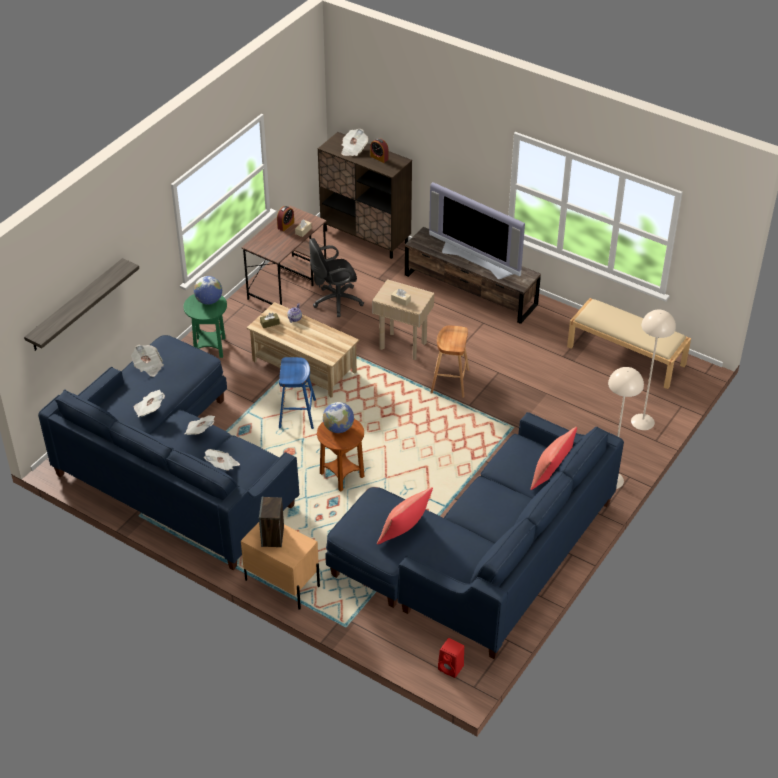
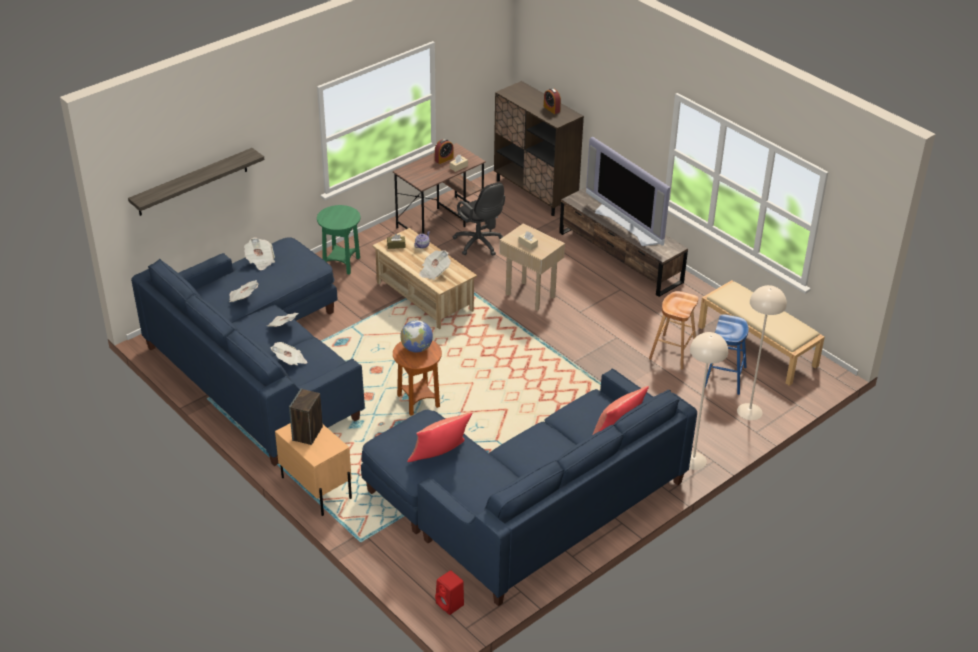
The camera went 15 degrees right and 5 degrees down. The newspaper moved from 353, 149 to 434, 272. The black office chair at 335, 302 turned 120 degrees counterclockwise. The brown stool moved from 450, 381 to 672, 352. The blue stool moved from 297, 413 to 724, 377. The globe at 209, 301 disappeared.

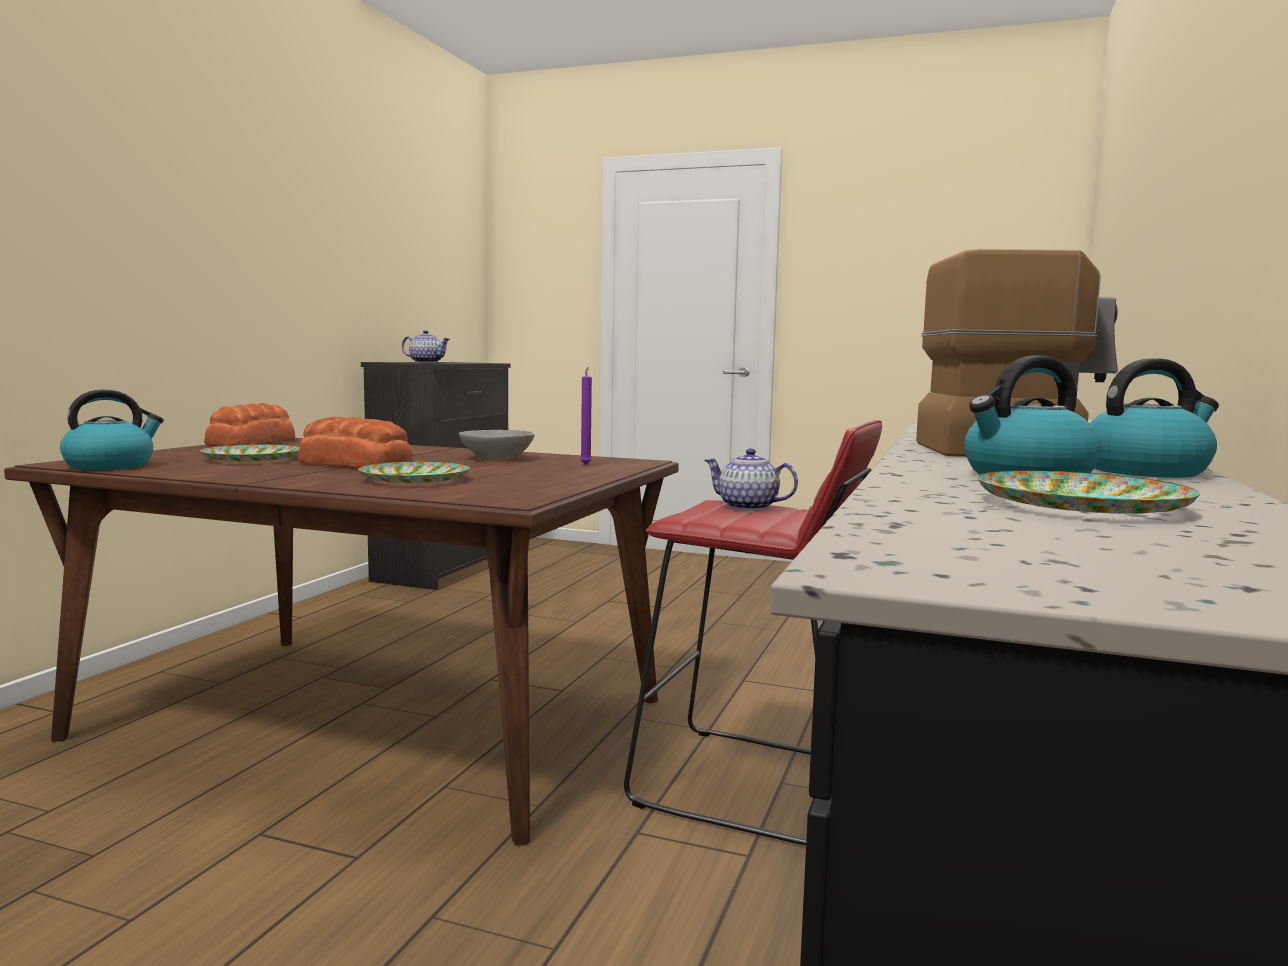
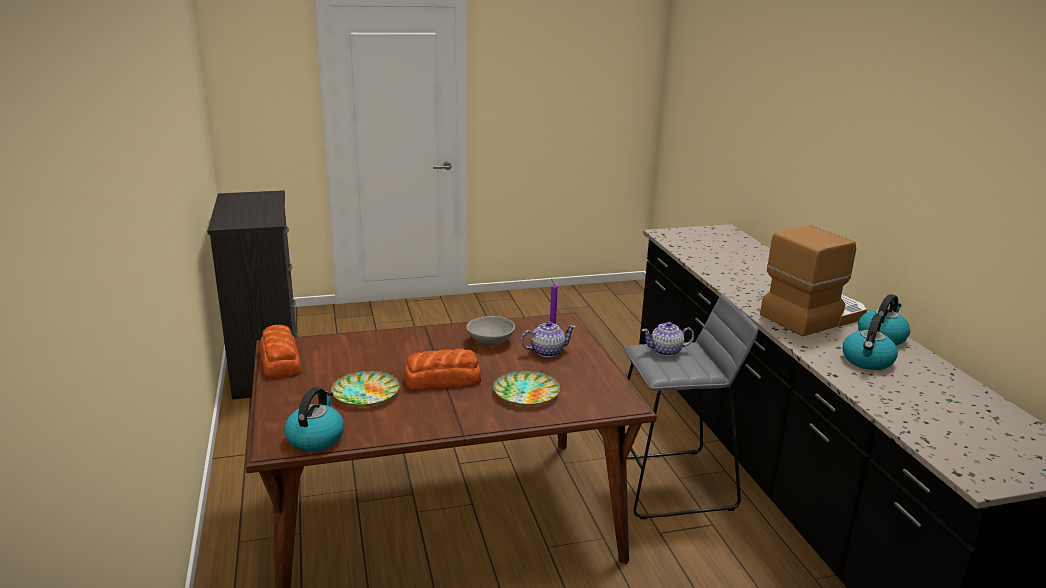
The camera went 35 degrees left and 15 degrees up. The teapot moved from 426, 362 to 547, 352. The red stool at 755, 785 became the grey stool at 671, 484. The plate at 1079, 504 disappeared.

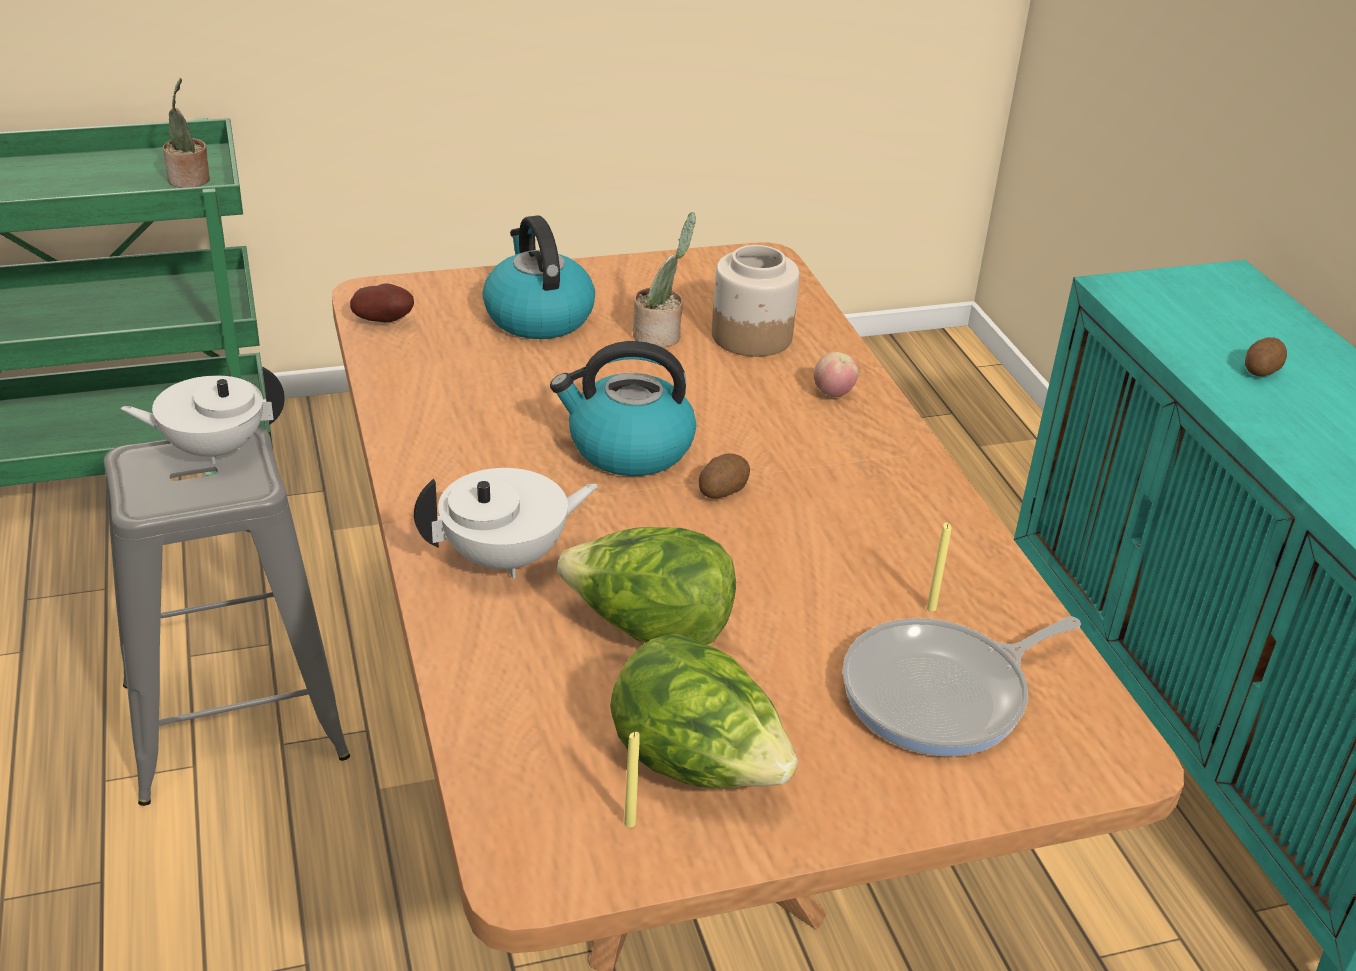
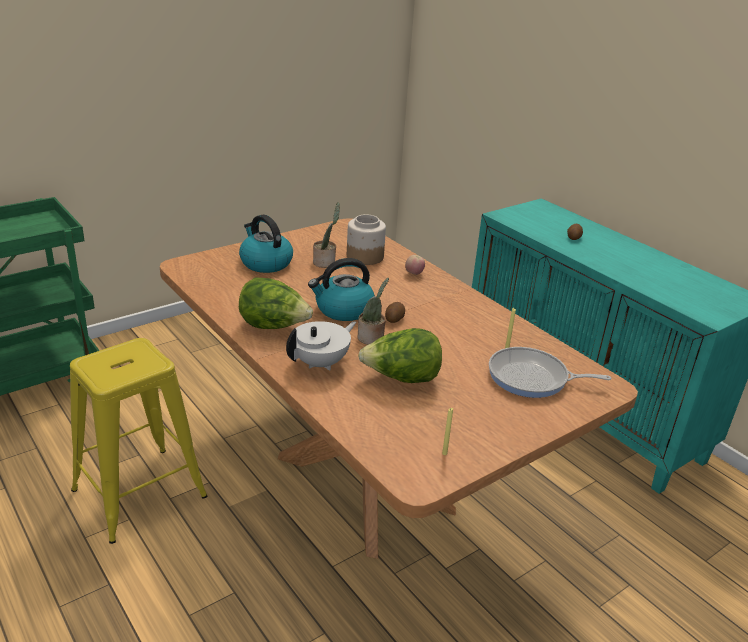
The camera went 20 degrees left and 5 degrees down. The grey stool at 234, 720 became the yellow stool at 139, 493. The lettuce moved from 697, 766 to 274, 326. The potted plant moved from 189, 181 to 372, 339. The frying pan at 943, 694 turned 60 degrees clockwise. The white teapot at 213, 449 disappeared. The potato at 385, 320 disappeared.

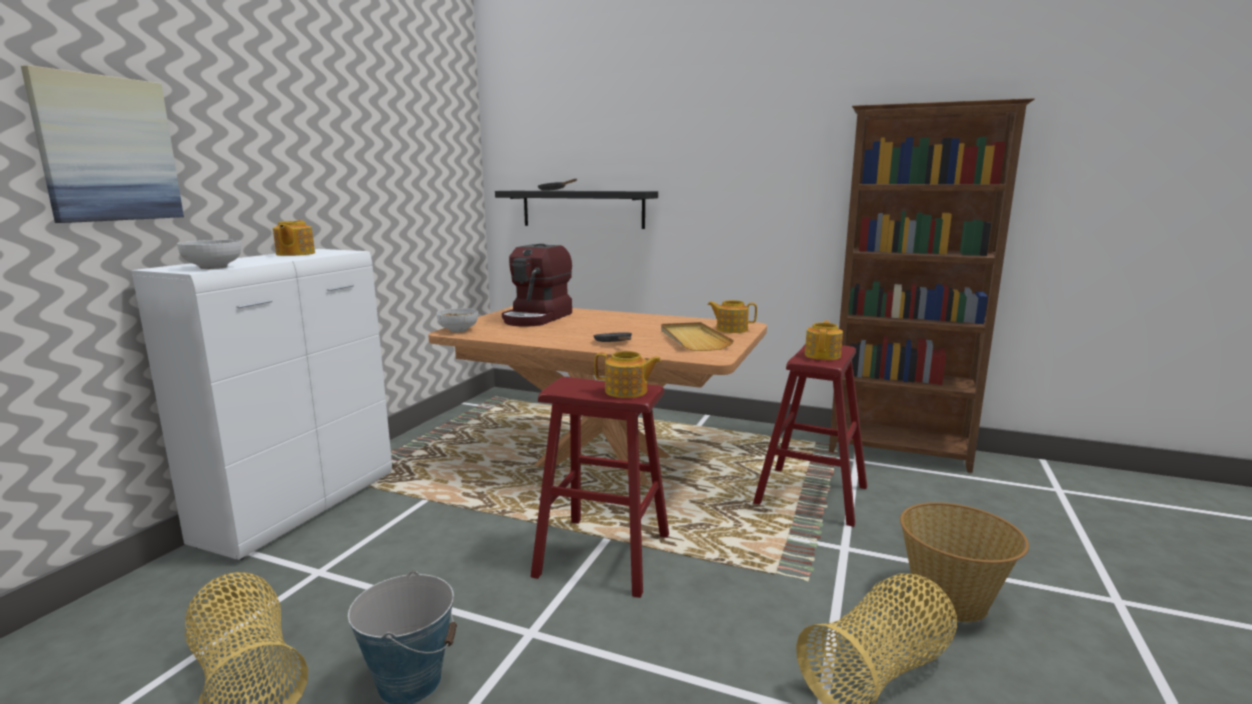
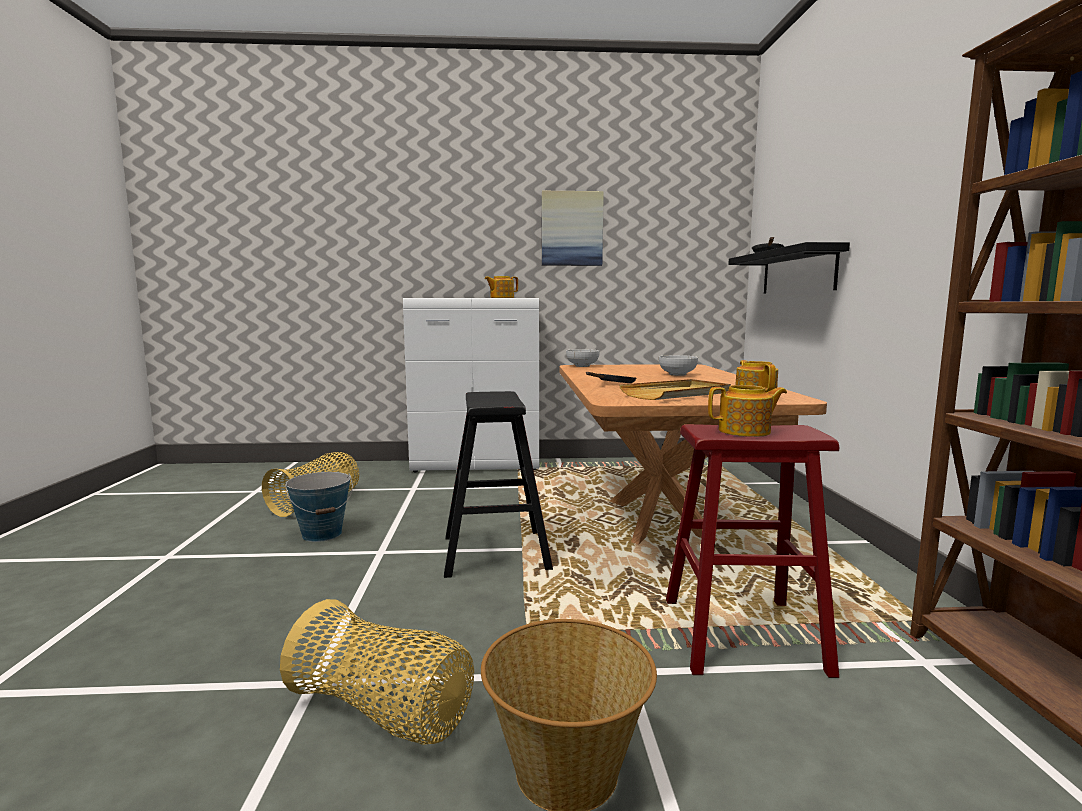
The camera went 65 degrees right and 5 degrees down. The red stool at 603, 555 became the black stool at 495, 552. The picture moved from 107, 149 to 572, 229. The bowl moved from 213, 267 to 677, 374. The coffee machine at 537, 318 disappeared. The teapot at 627, 391 disappeared.

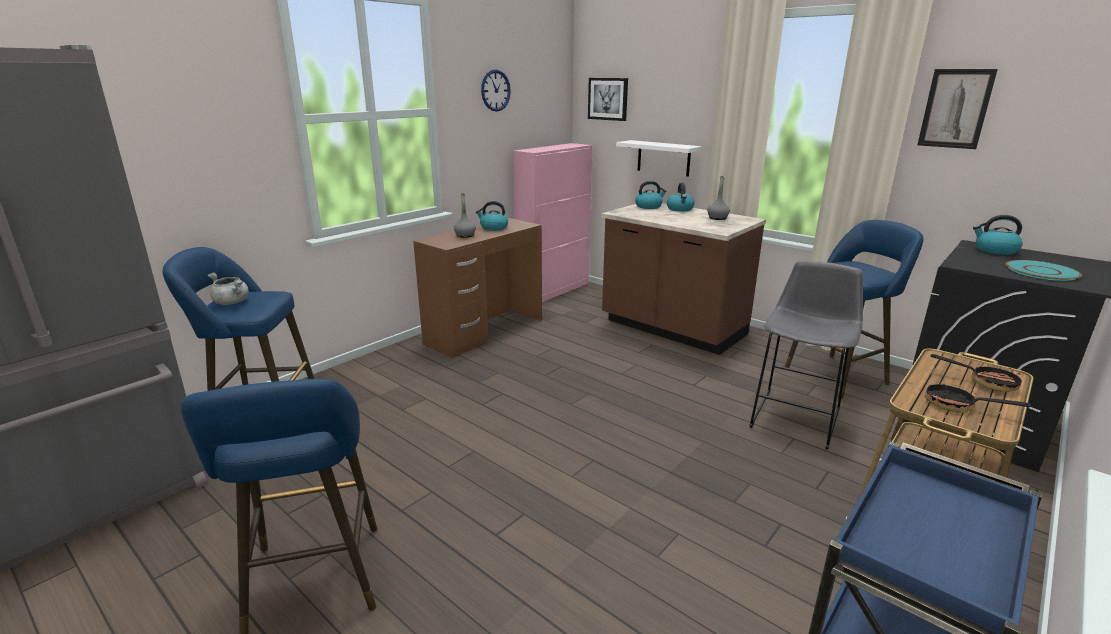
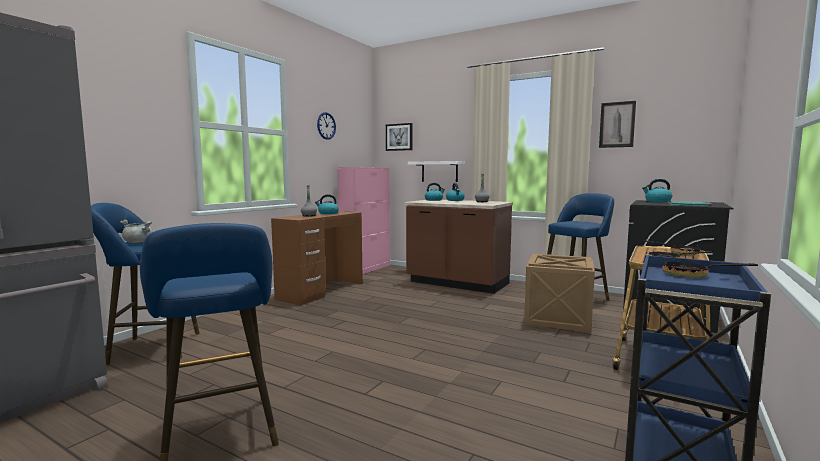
The camera went 10 degrees left and 15 degrees down. The grey stool at 797, 416 was replaced by the crate at 557, 318. The frying pan at 693, 275 appeared.

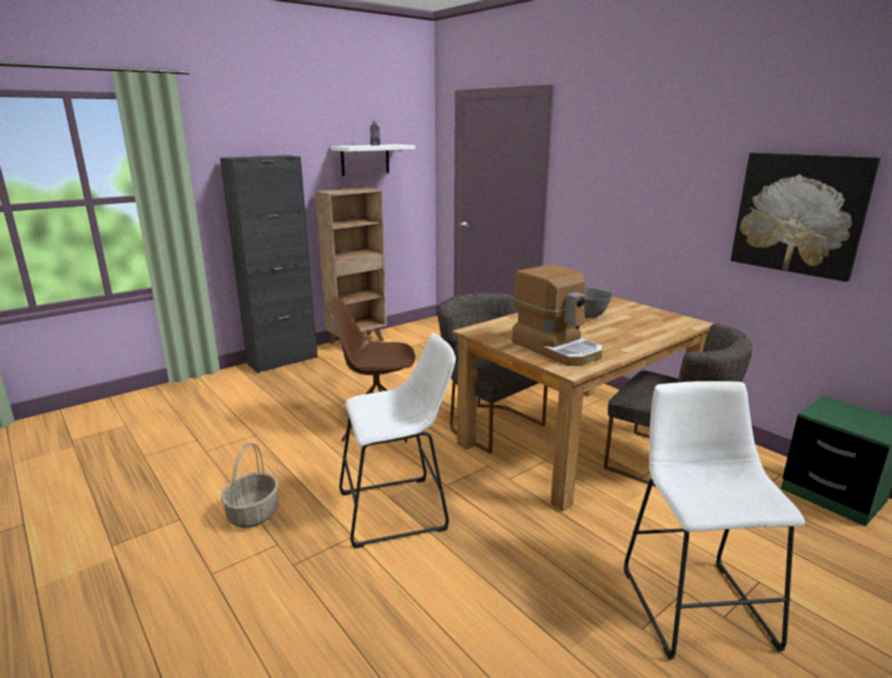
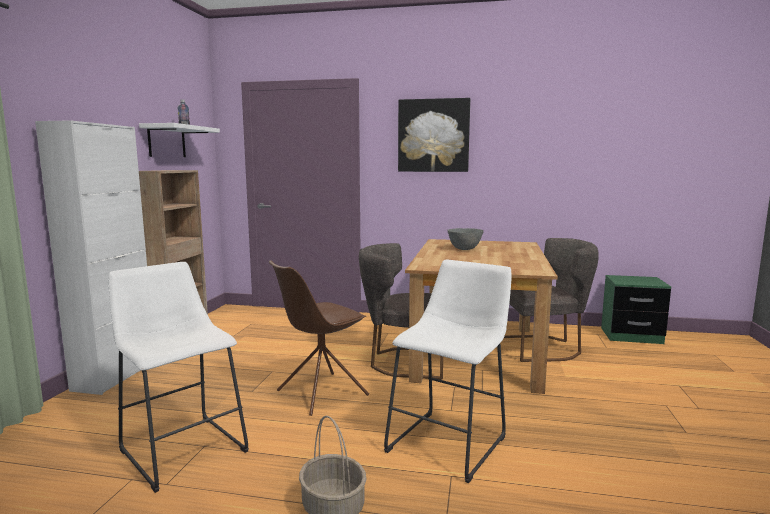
The camera went 40 degrees left and 10 degrees down. The black cabinet at 282, 361 became the white cabinet at 115, 376. The white stool moved from 693, 600 to 181, 447. The picture moved from 799, 214 to 433, 135. The coffee machine at 557, 348 disappeared.

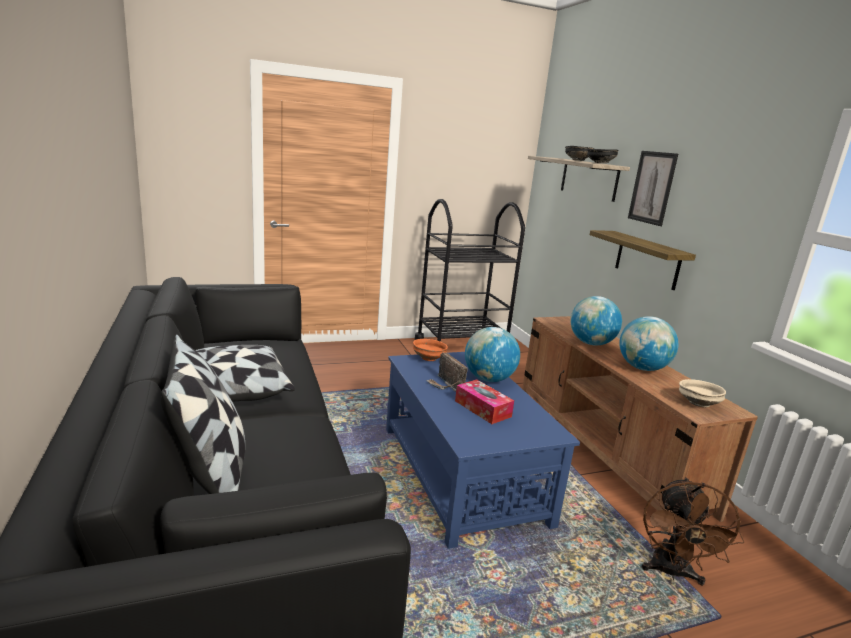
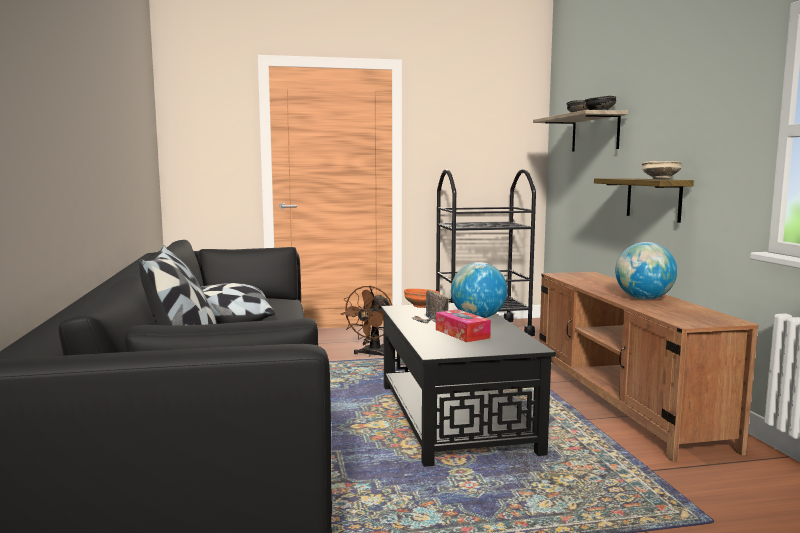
The camera went 10 degrees right and 10 degrees down. The brown fan moved from 671, 573 to 372, 355. The blue coffee table at 461, 473 became the black coffee table at 454, 417. The beige bowl moved from 697, 403 to 660, 179. The globe at 591, 343 disappeared. The picture at 652, 187 disappeared.

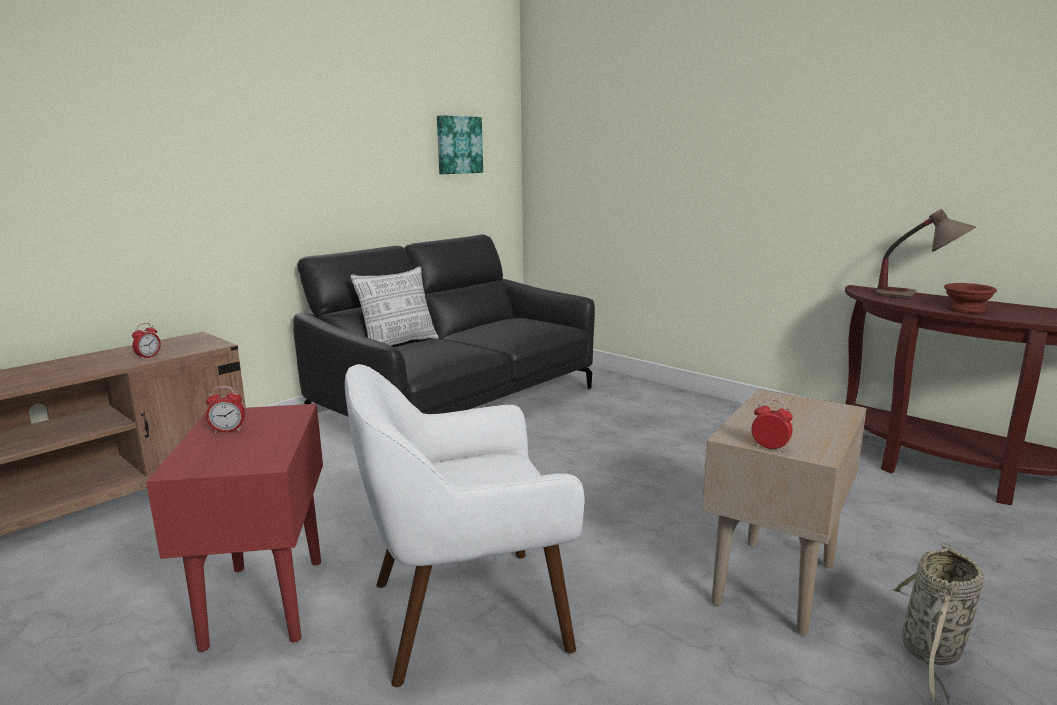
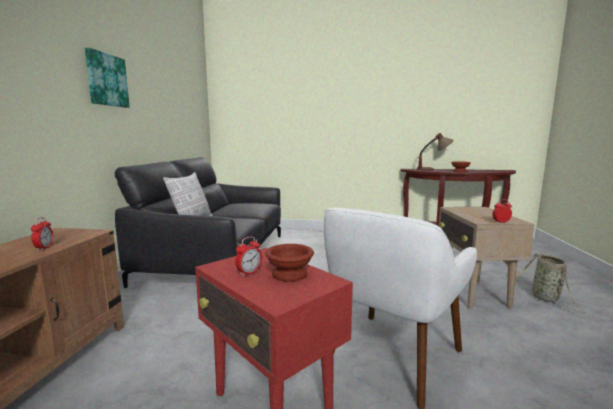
The camera went 35 degrees left and 5 degrees down. The picture moved from 458, 145 to 106, 80. The brown bowl at 289, 275 appeared.

